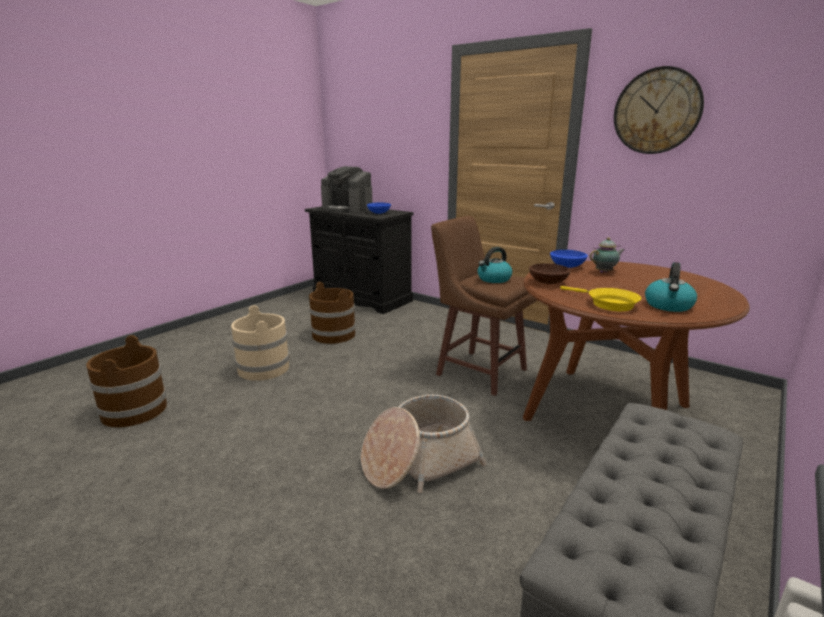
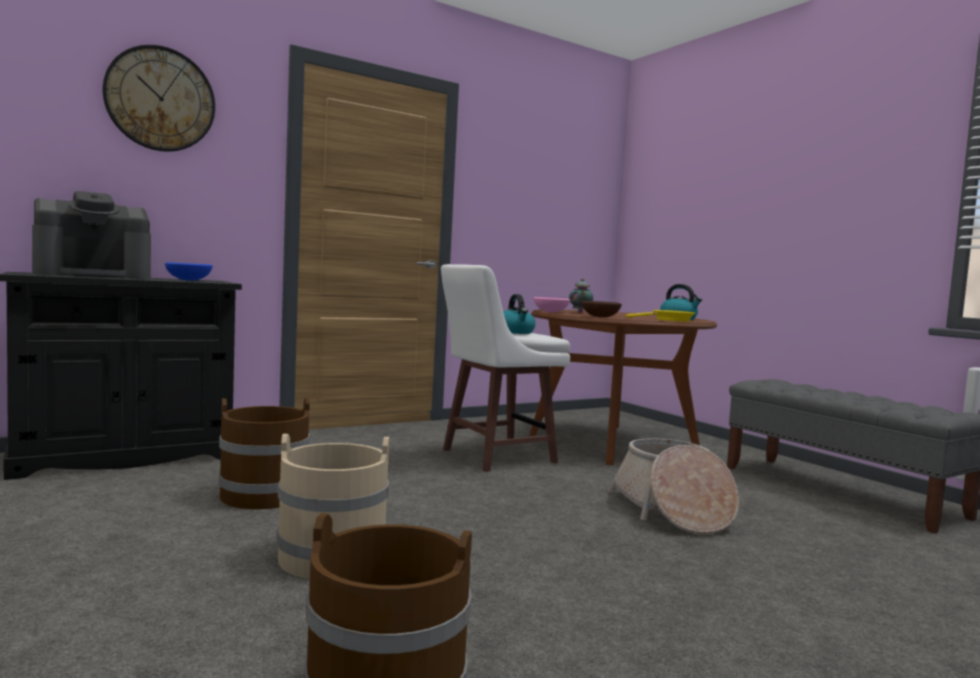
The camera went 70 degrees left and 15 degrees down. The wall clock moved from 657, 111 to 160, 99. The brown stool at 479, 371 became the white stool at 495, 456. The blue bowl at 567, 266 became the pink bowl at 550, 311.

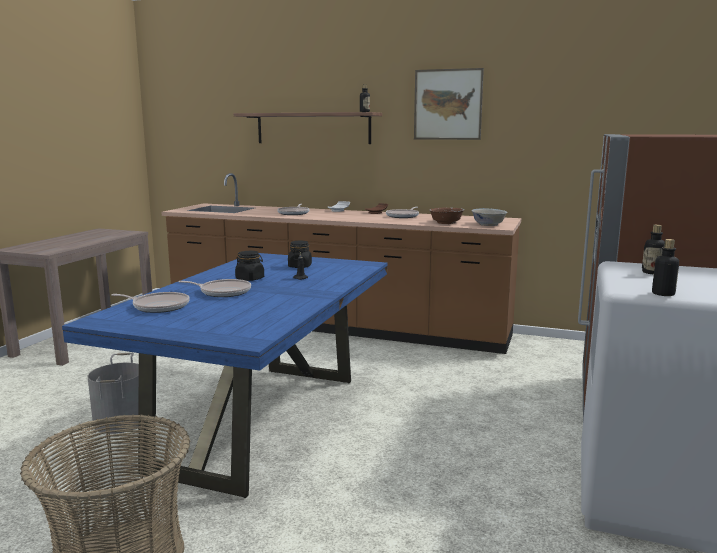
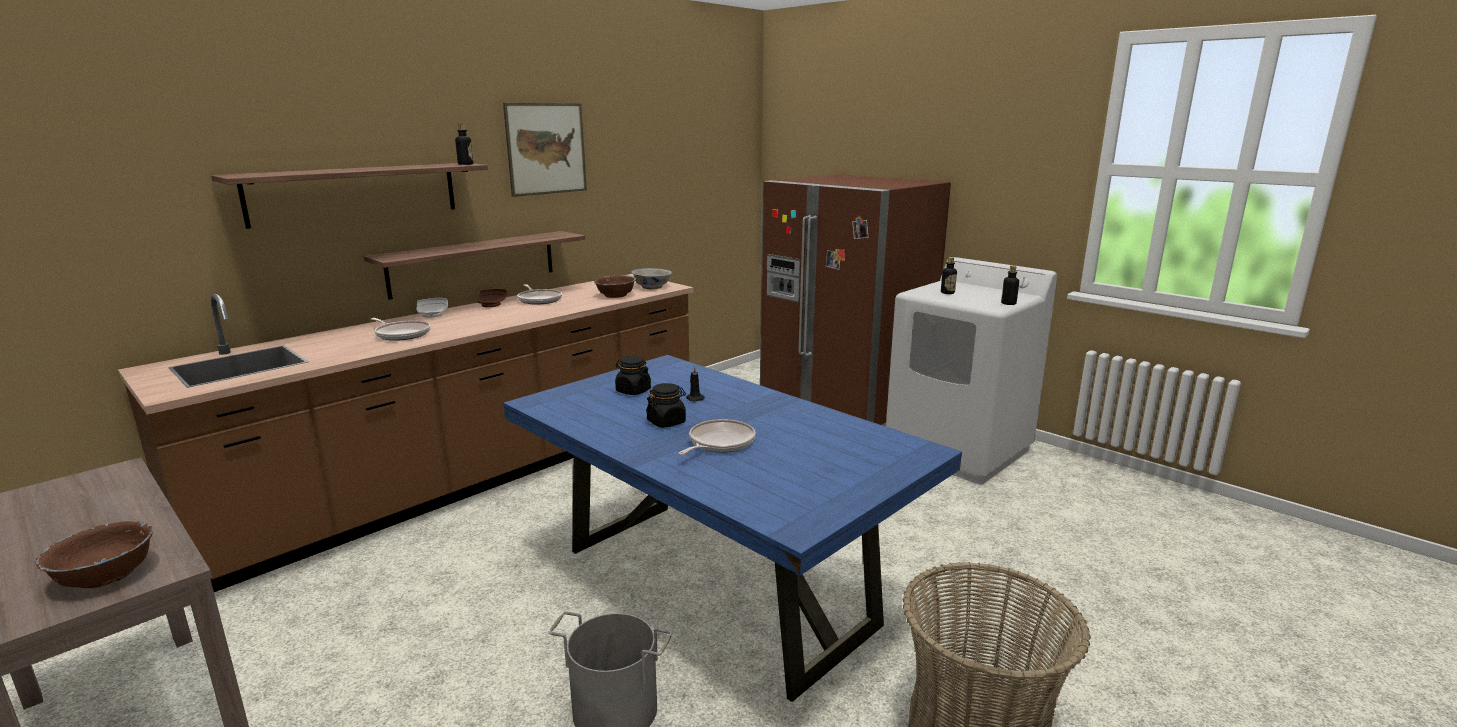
The camera went 65 degrees left and 5 degrees up. The brown bowl at 106, 575 appeared. The shelf at 474, 263 appeared. The frying pan at 158, 306 disappeared.

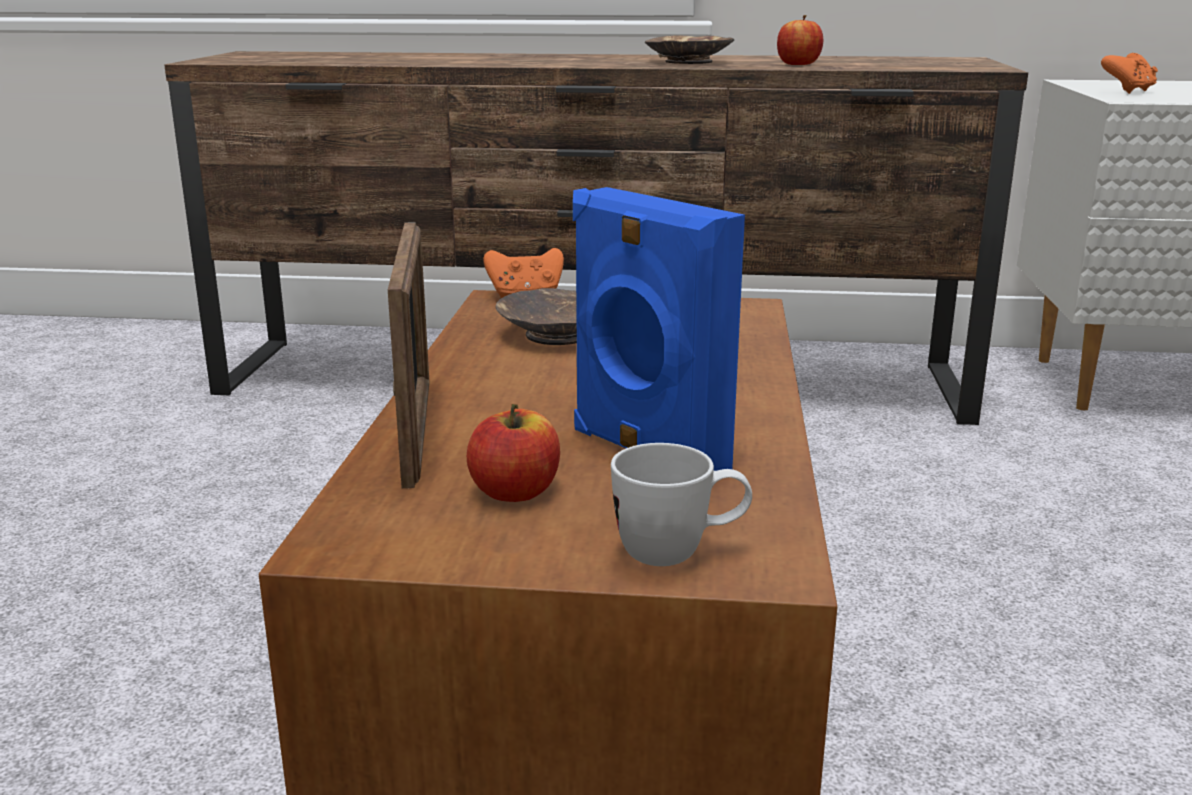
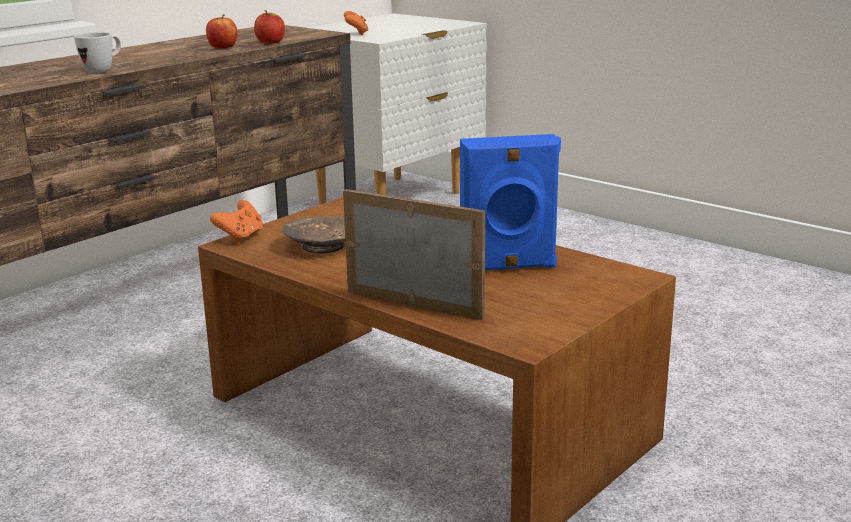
The camera went 55 degrees left and 0 degrees up. The white mug moved from 679, 554 to 103, 70. The apple moved from 515, 492 to 270, 42. The brown bowl at 689, 61 disappeared.

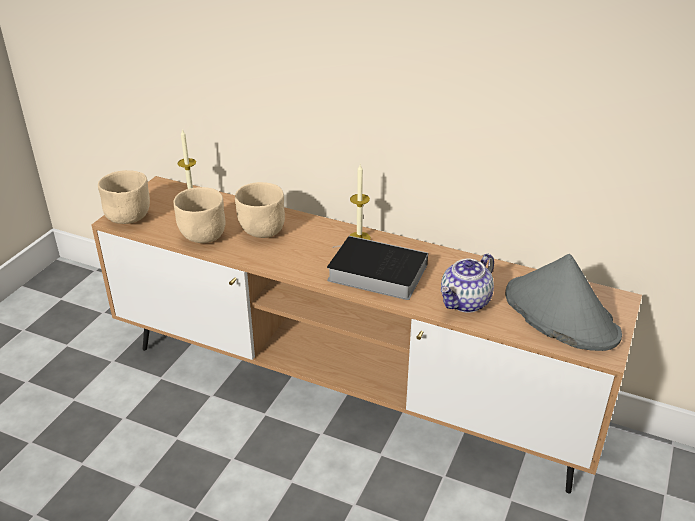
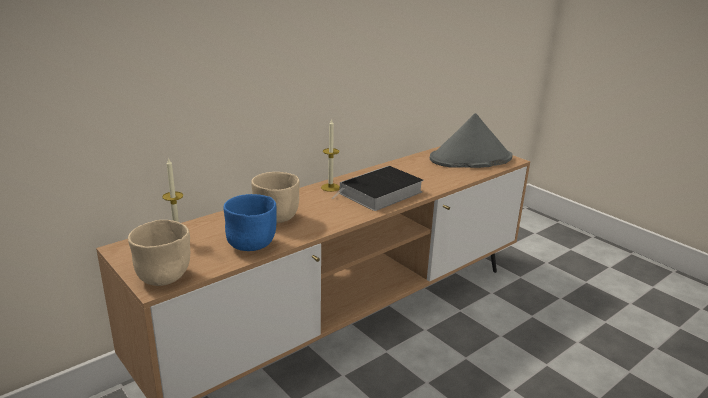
The camera went 65 degrees left and 10 degrees down. The beige bowl at 203, 237 became the blue bowl at 252, 246. The teapot at 465, 302 disappeared.

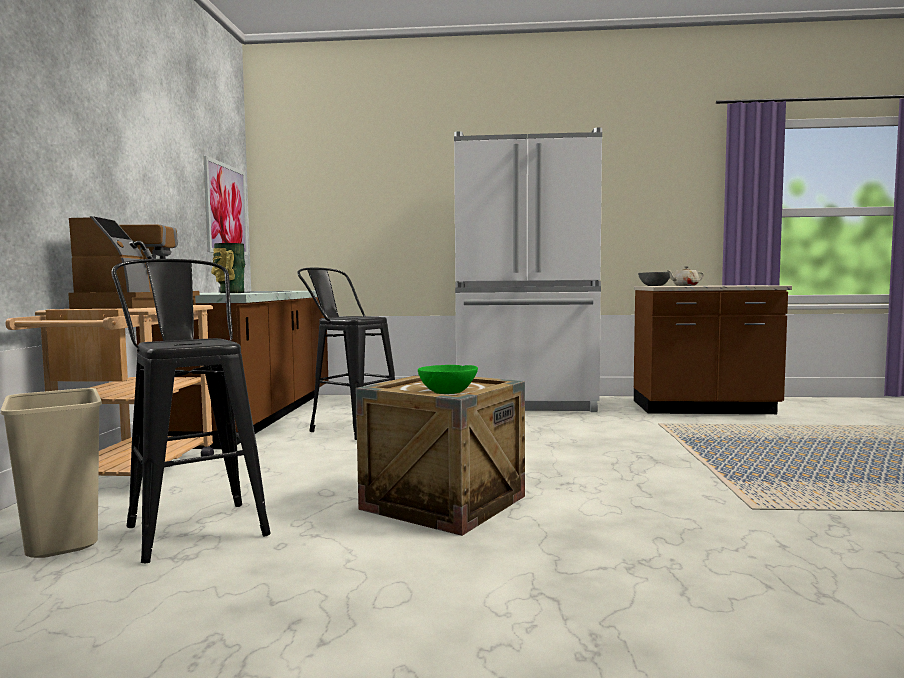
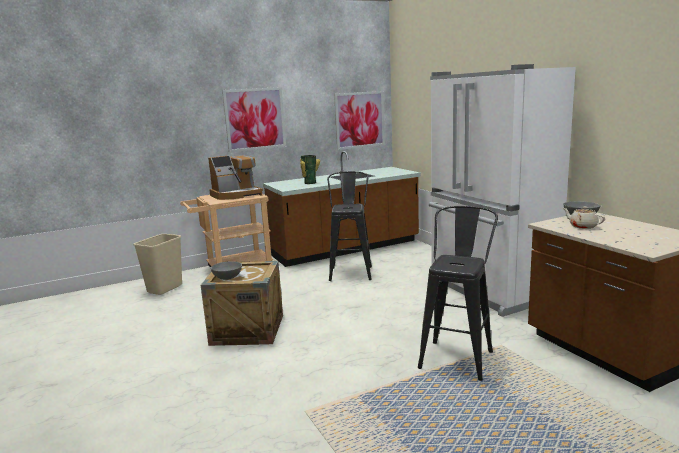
The camera went 60 degrees right and 10 degrees up. The green bowl at 448, 392 became the grey bowl at 227, 277. The picture at 255, 119 appeared. The black stool moved from 194, 526 to 458, 356.

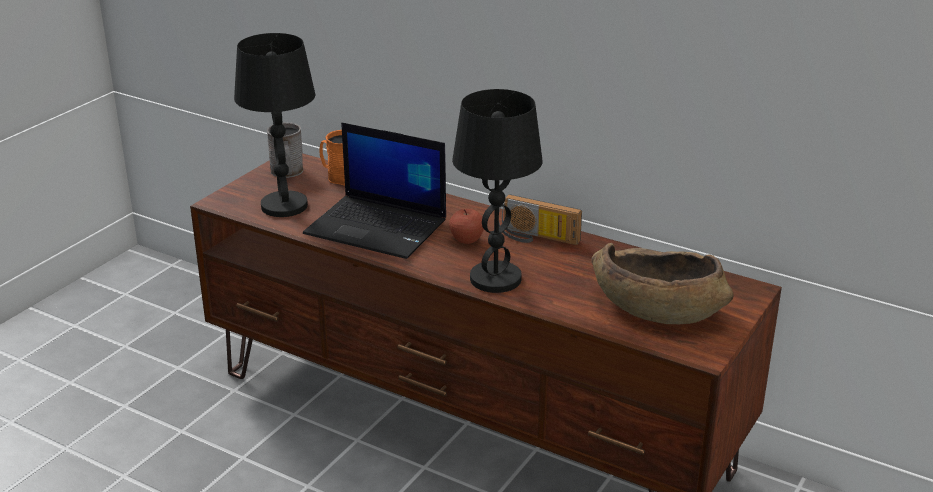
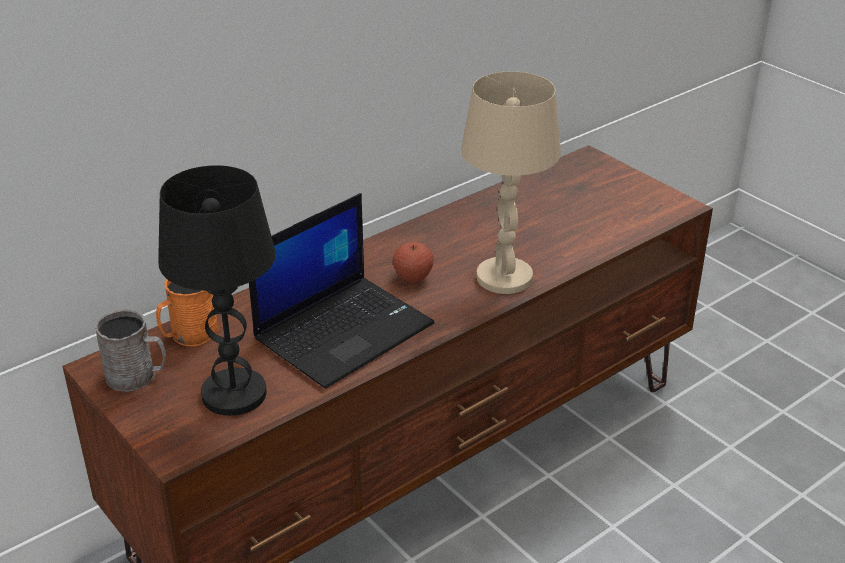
The camera went 70 degrees left and 5 degrees up. The black table lamp at 495, 279 became the beige table lamp at 505, 278. The radio at 536, 238 disappeared. The brown bowl at 656, 308 disappeared.

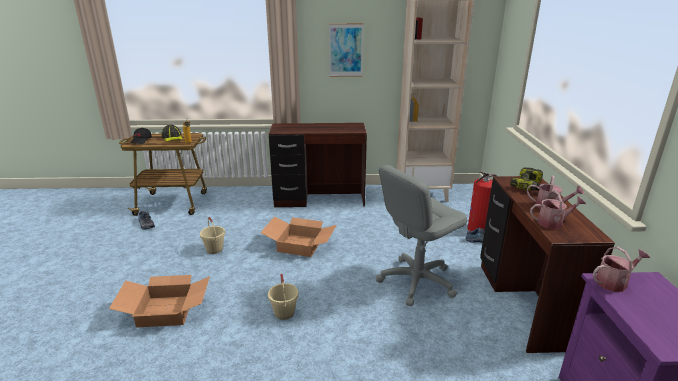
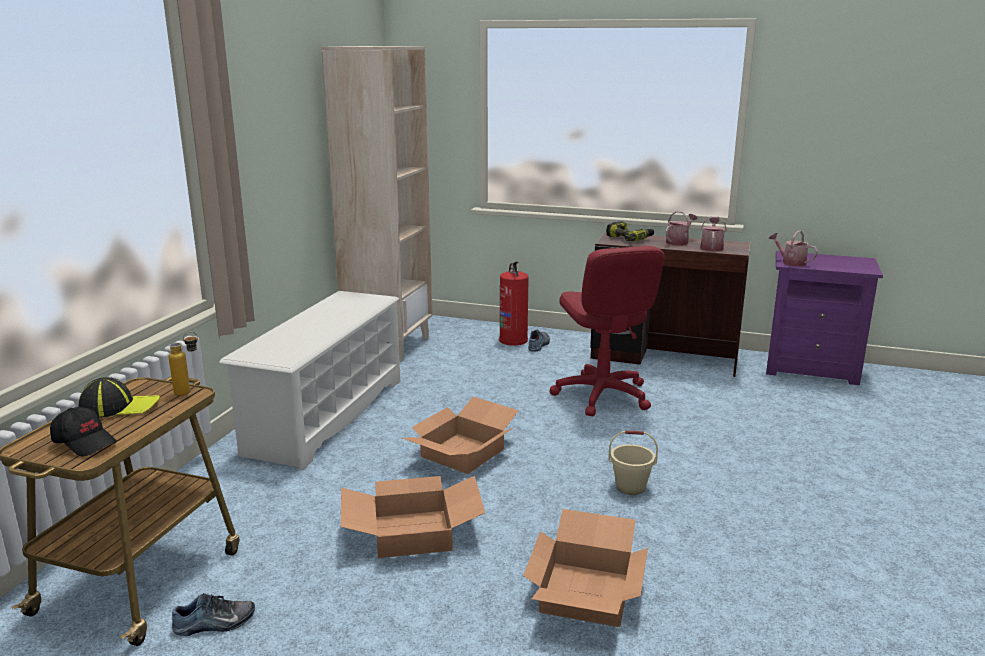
The camera went 70 degrees left and 5 degrees down. The brown desk at 319, 200 was replaced by the white shoe rack at 326, 415. The beige bucket at 215, 249 was replaced by the cardboard box at 413, 532. The grey office chair at 416, 281 became the red office chair at 602, 395. The watering can at 614, 282 turned 45 degrees counterclockwise. The picture at 346, 50 disappeared.

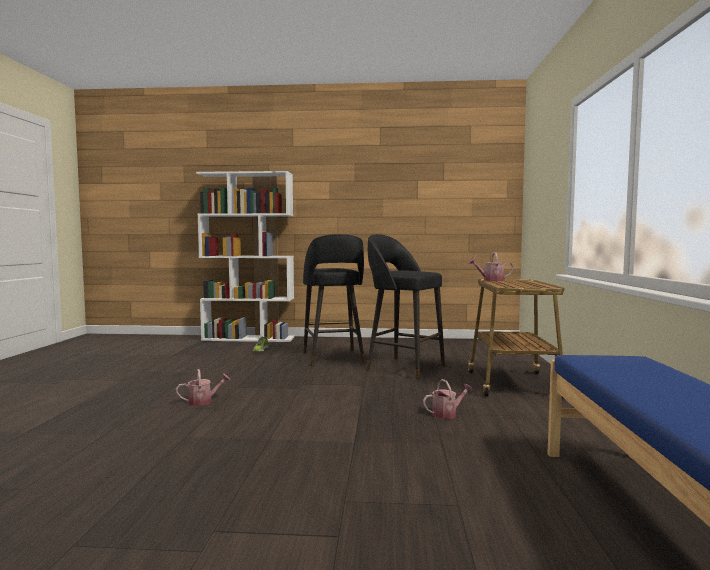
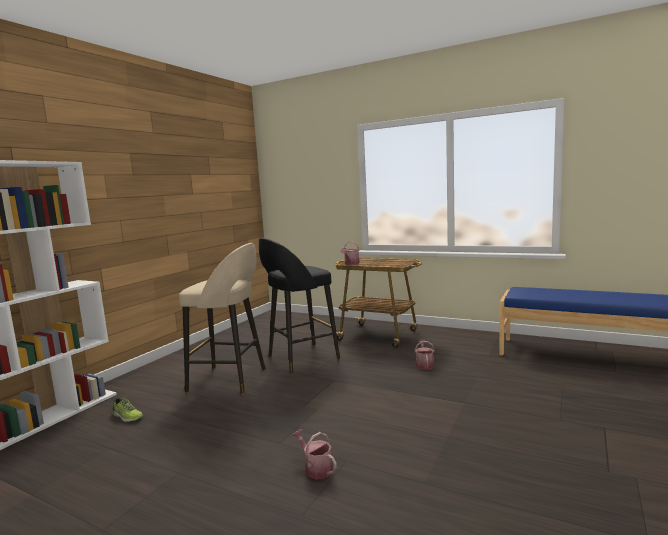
The camera went 65 degrees left and 5 degrees up. The black stool at 333, 358 became the beige stool at 229, 380. The watering can at 203, 401 turned 45 degrees counterclockwise.

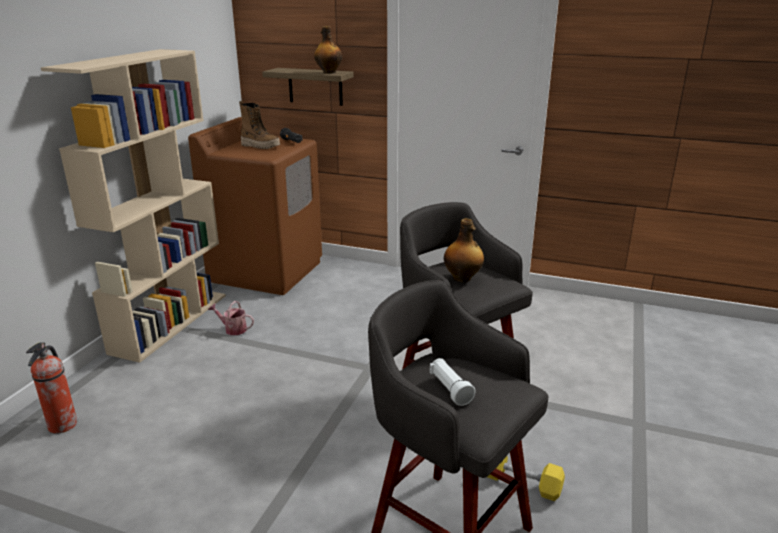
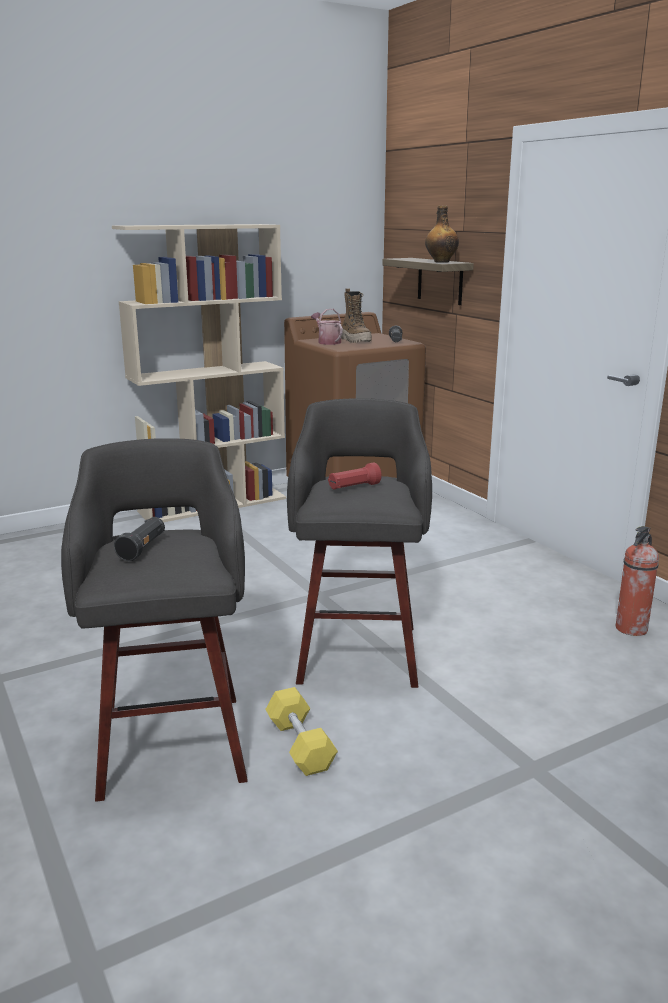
The camera went 40 degrees right and 5 degrees down. The white flashlight at 450, 389 became the black flashlight at 143, 548. The watering can moved from 233, 329 to 327, 342. The bottle at 462, 278 was replaced by the red flashlight at 353, 487. The fire extinguisher moved from 62, 425 to 630, 629.

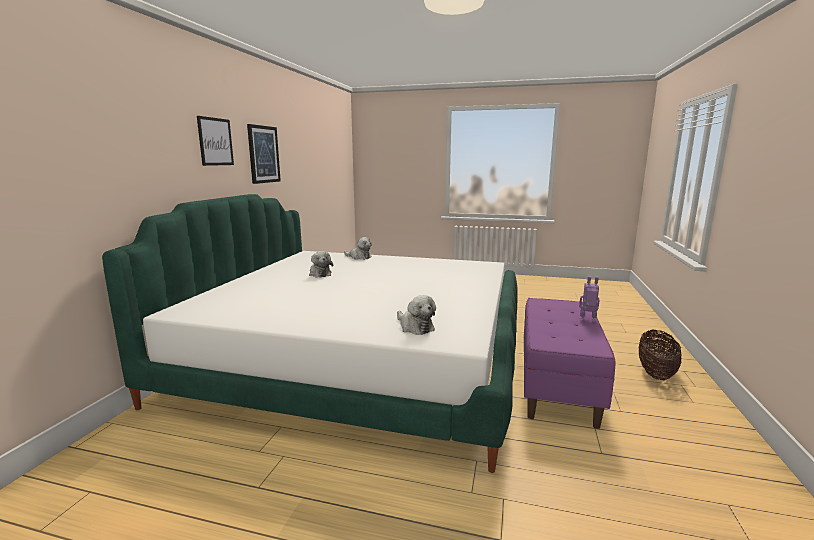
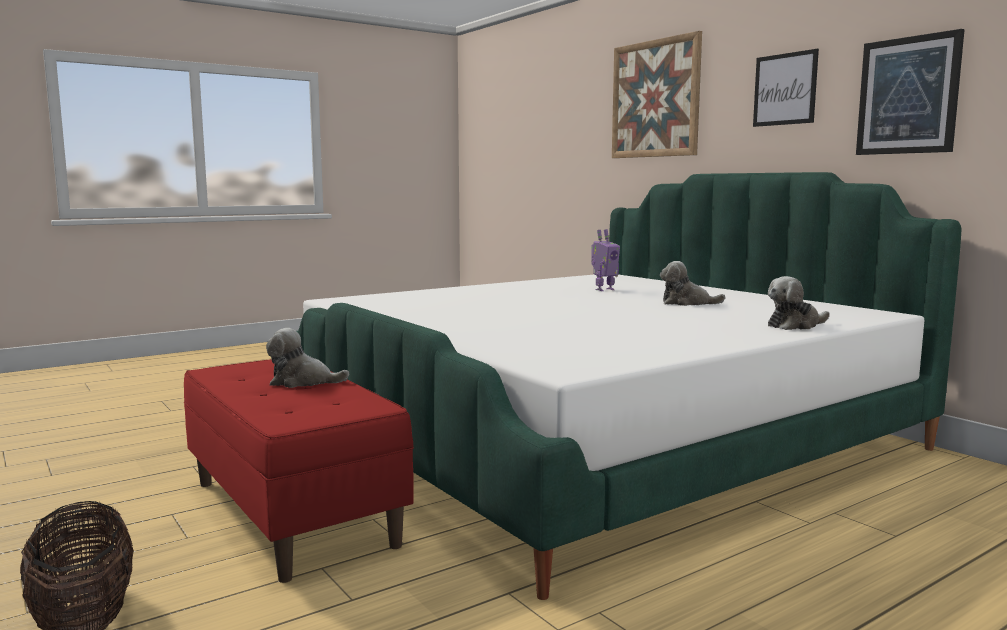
The camera went 130 degrees right and 5 degrees down. The purple bench at 556, 384 became the red bench at 293, 512. The plush toy moved from 415, 327 to 302, 382. The toy robot moved from 587, 320 to 604, 289. The picture at 655, 99 appeared.

